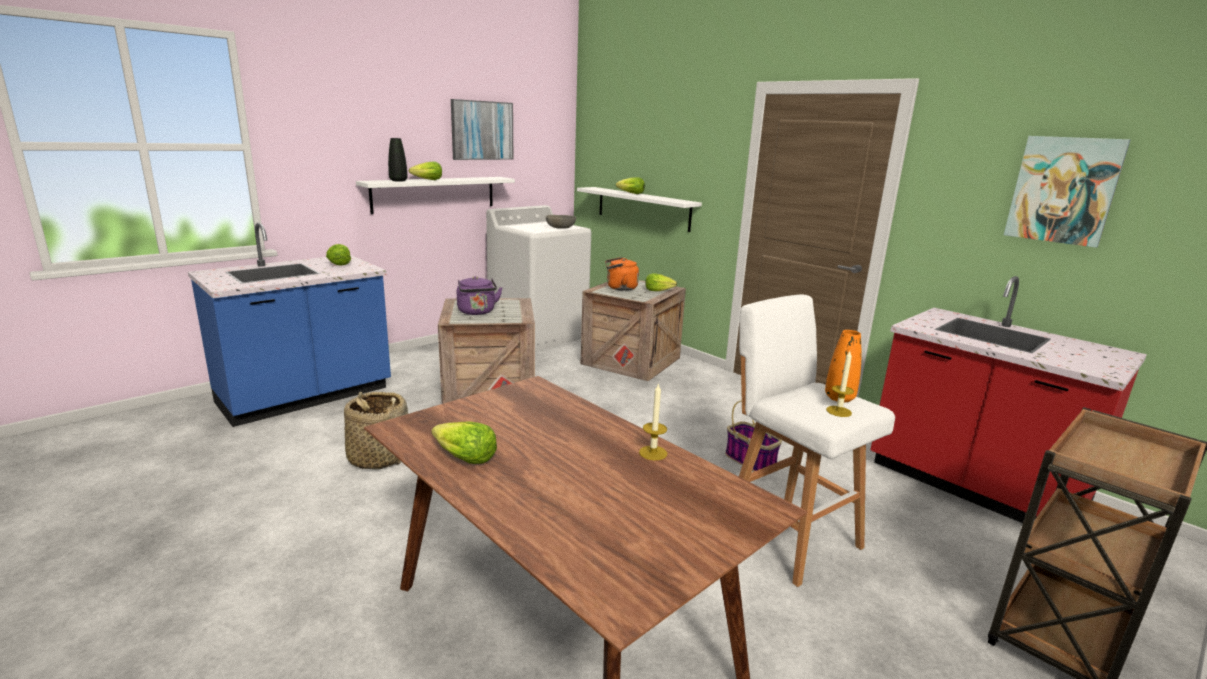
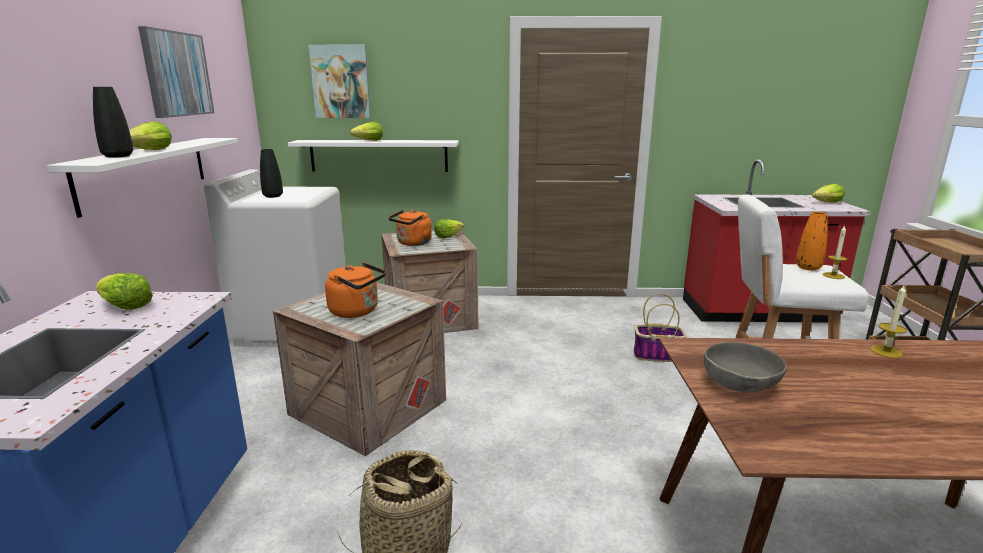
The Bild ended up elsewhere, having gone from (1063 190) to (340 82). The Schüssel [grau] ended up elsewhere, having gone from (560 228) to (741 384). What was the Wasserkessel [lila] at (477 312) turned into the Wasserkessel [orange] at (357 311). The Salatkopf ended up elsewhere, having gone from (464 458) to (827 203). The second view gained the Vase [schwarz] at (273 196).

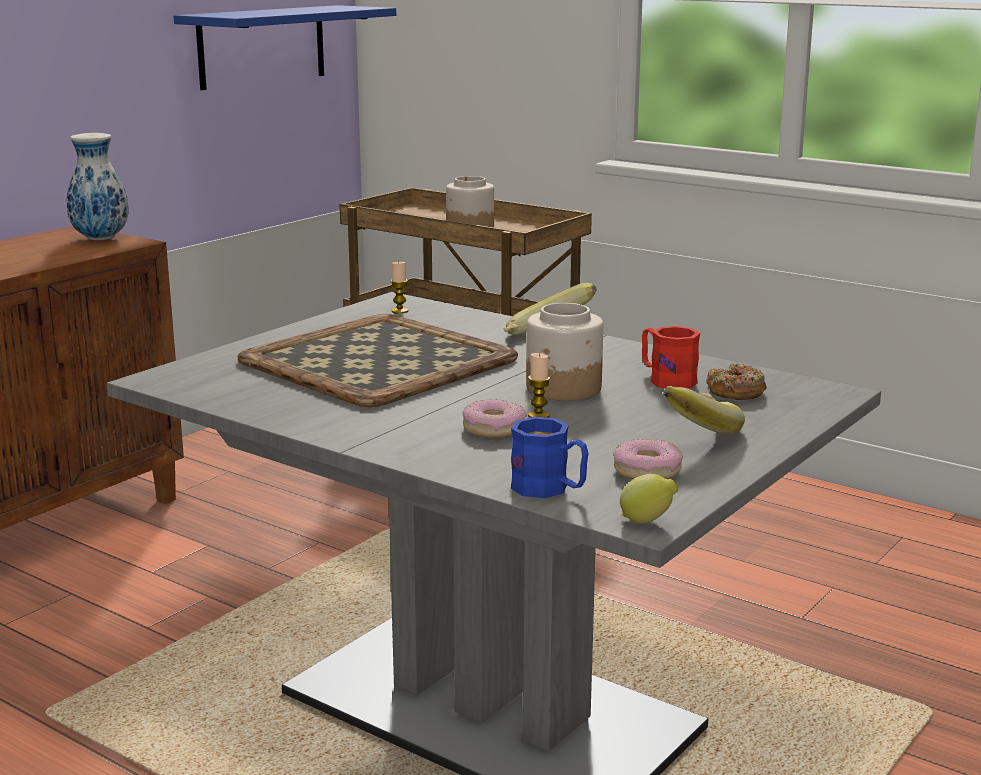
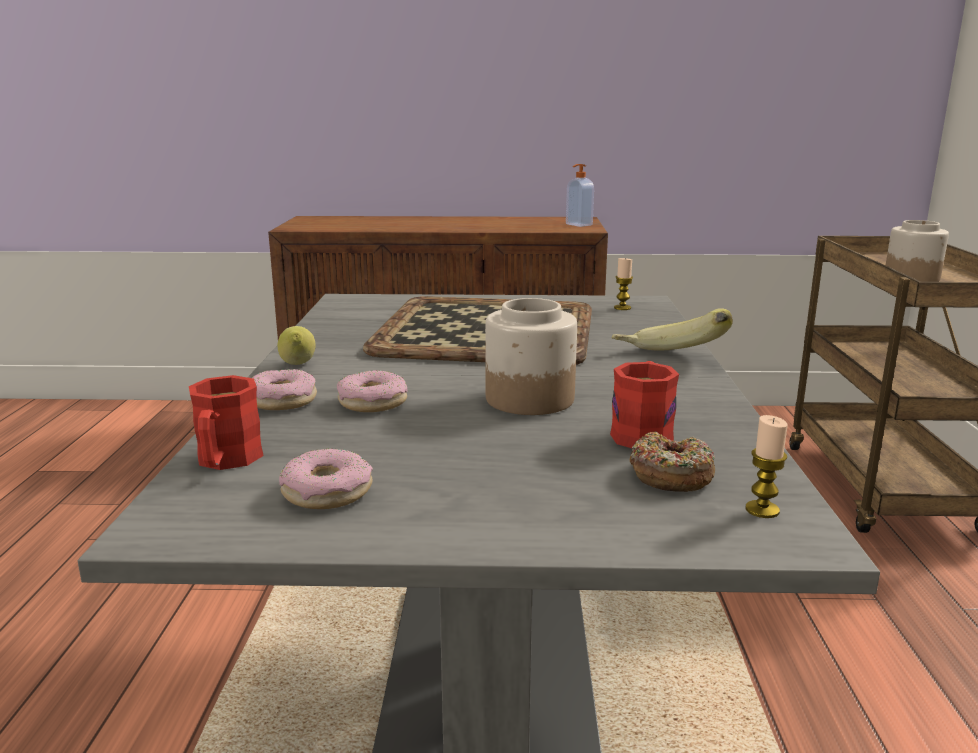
The second view lost the Wandregal [blau] at (262 46). Where the Vase stood at (101 239), the Seifenspender came to stand at (578 225). The Kerze ended up elsewhere, having gone from (538 416) to (762 510). The second view lost the Banane at (697 432). What was the Henkelbecher [blau] at (550 489) turned into the Henkelbecher [rot] at (225 462). The Zitrone ended up elsewhere, having gone from (647 522) to (298 365). The second view gained the Donut at (282 400).

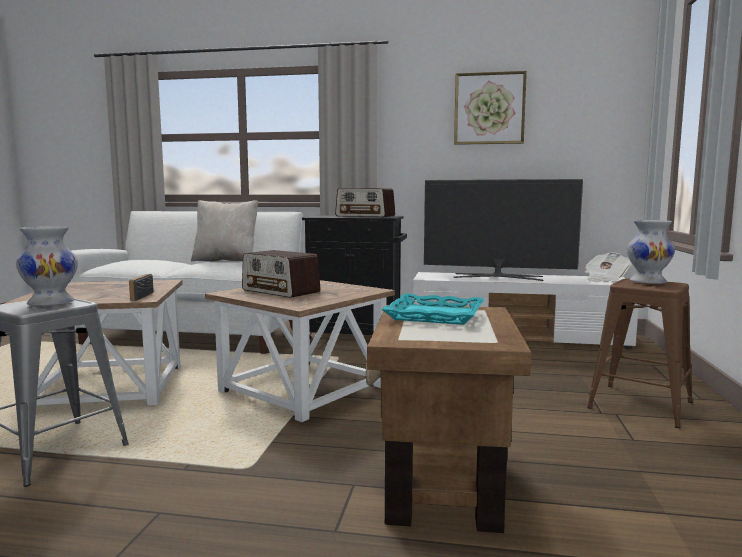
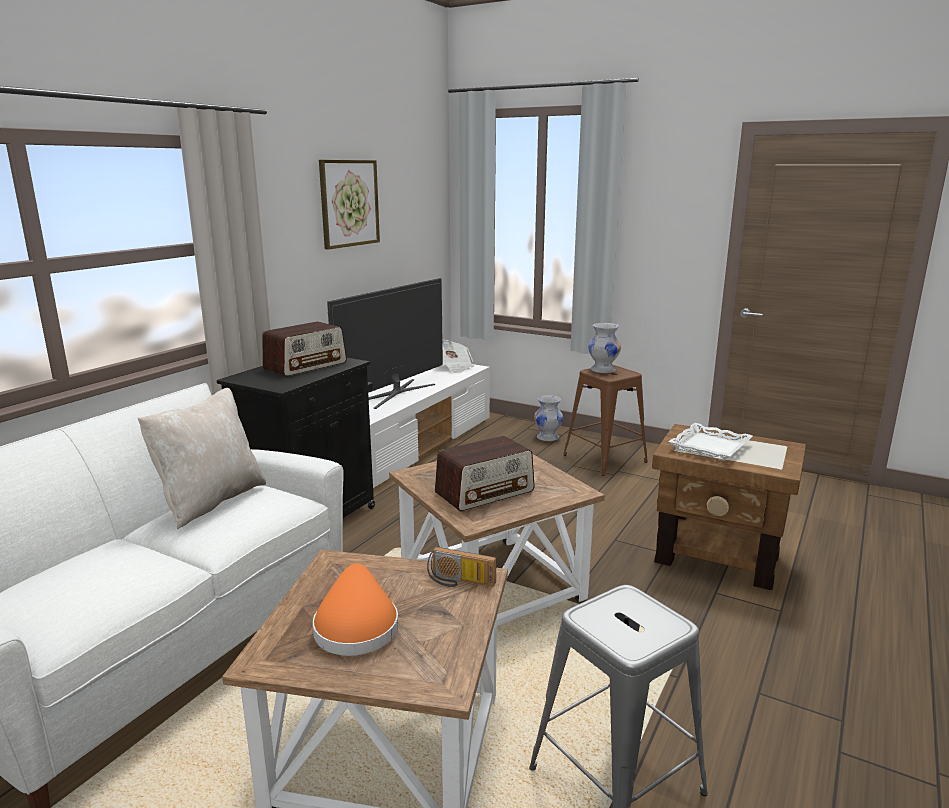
The Vase [weiß] ended up elsewhere, having gone from (50 303) to (548 438). What was the Tablett [türkis] at (434 315) turned into the Tablett [weiß] at (710 447). The second view gained the Hut [orange] at (356 626).

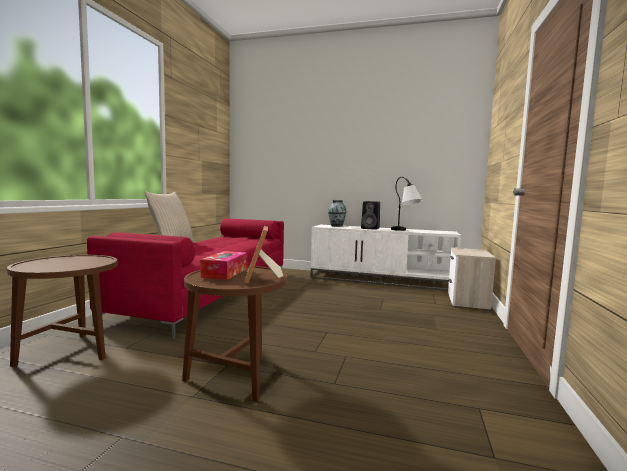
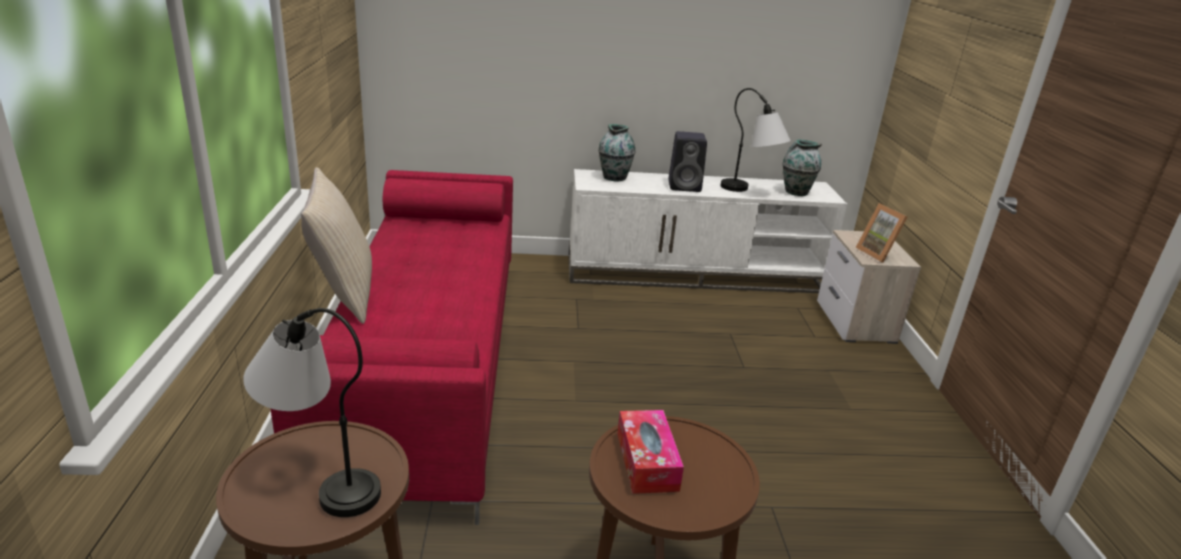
The Bilderrahmen ended up elsewhere, having gone from (261 278) to (878 253). The second view gained the Vase at (795 192). The second view gained the Tischlampe at (321 479).

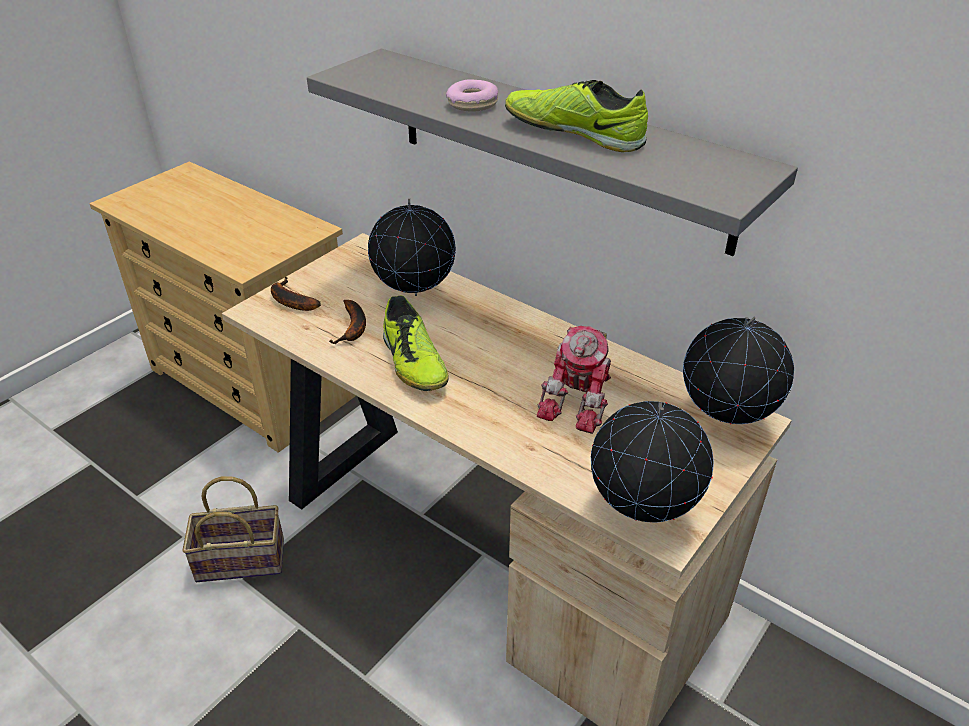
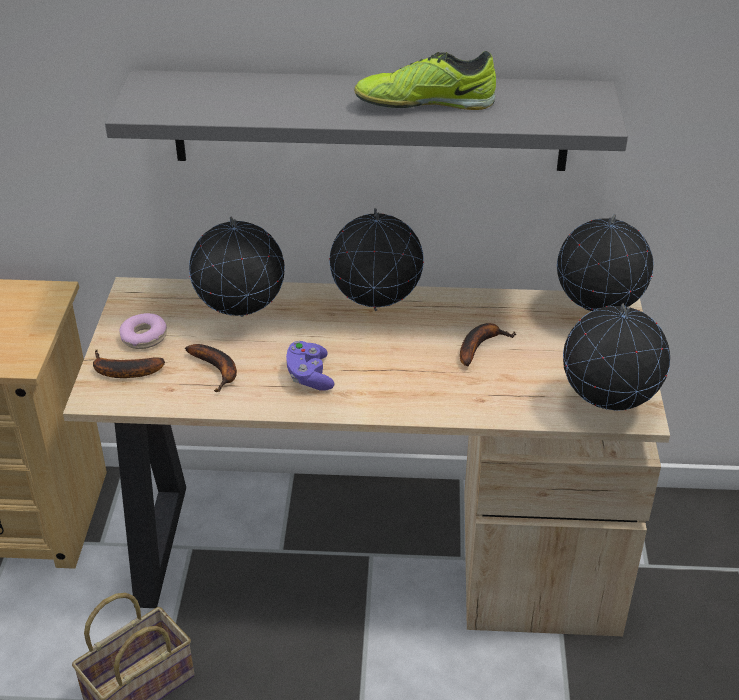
The Donut ended up elsewhere, having gone from (472 104) to (144 337). Where the Schuh stood at (413 362), the Gamepad [lila] came to stand at (309 376). Where the Spielzeugroboter stood at (580 400), the Banane came to stand at (480 346). The second view gained the Globus at (376 308).

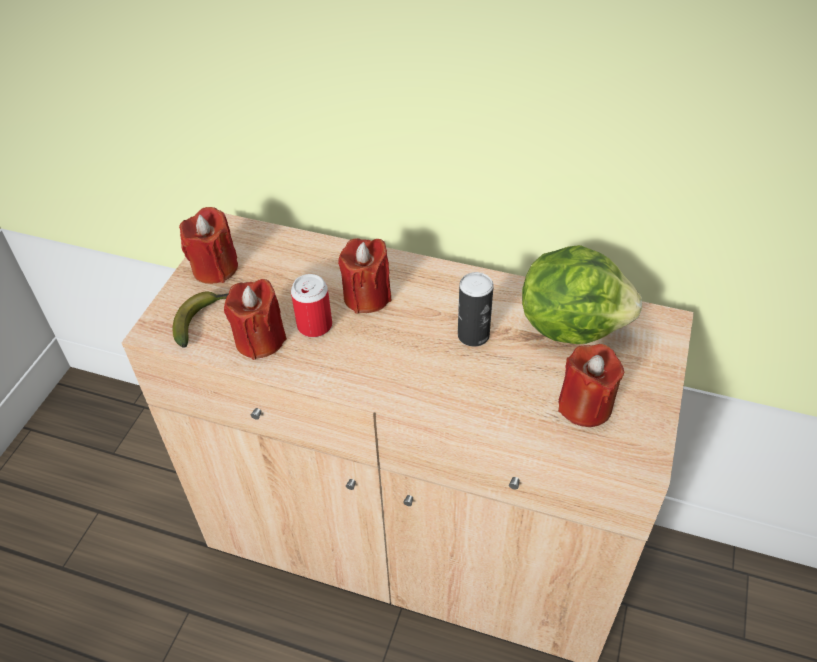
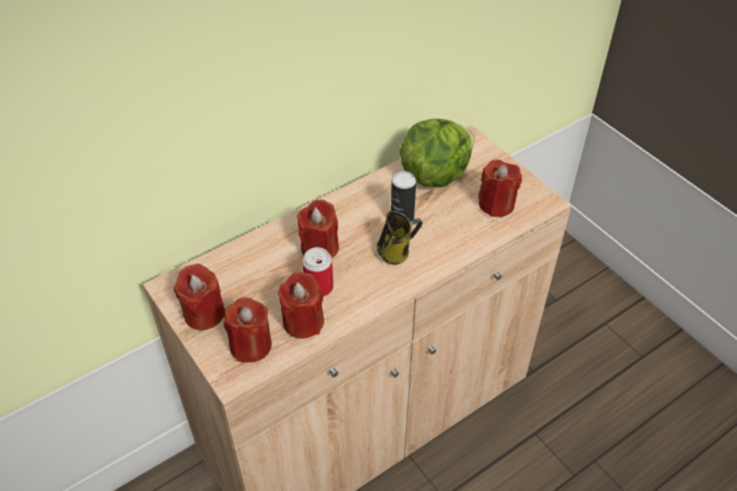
Where the Banane stood at (202 320), the Kerze [rot] came to stand at (251 345). The second view gained the Henkelbecher at (396 252).

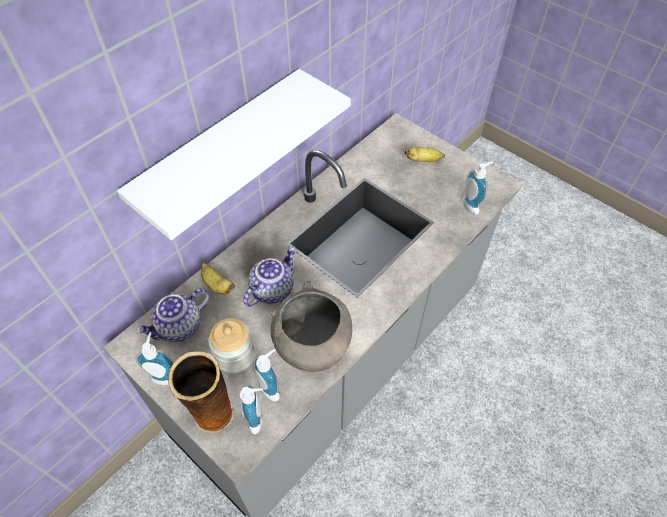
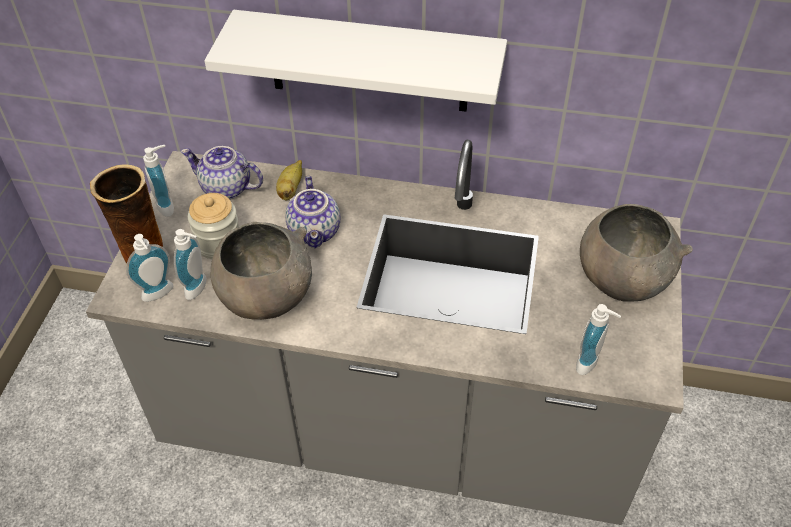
Where the Banane stood at (423 160), the Schüssel [grau] came to stand at (621 280). The Teekanne at (271 289) ended up facing another way, 75 degrees clockwise from before.

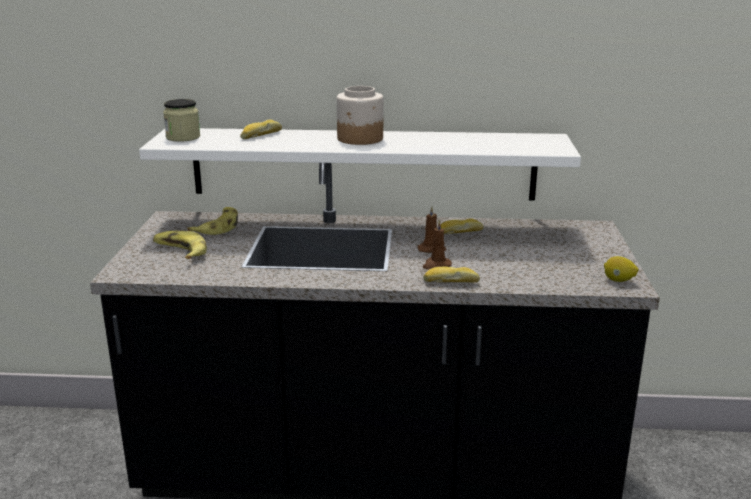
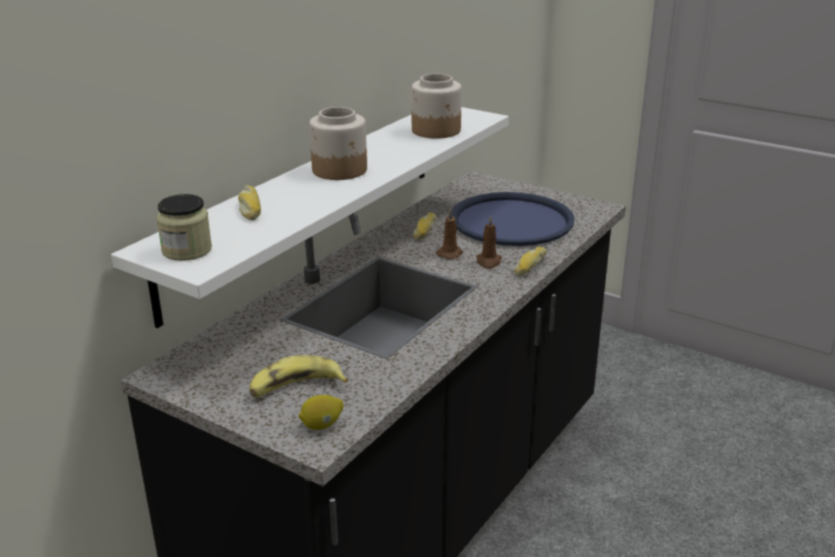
The second view lost the Banane at (218 227). The Zitrone ended up elsewhere, having gone from (618 280) to (322 425). The second view gained the Vorratsglas at (436 130). The second view gained the Tablett [blau] at (511 221).

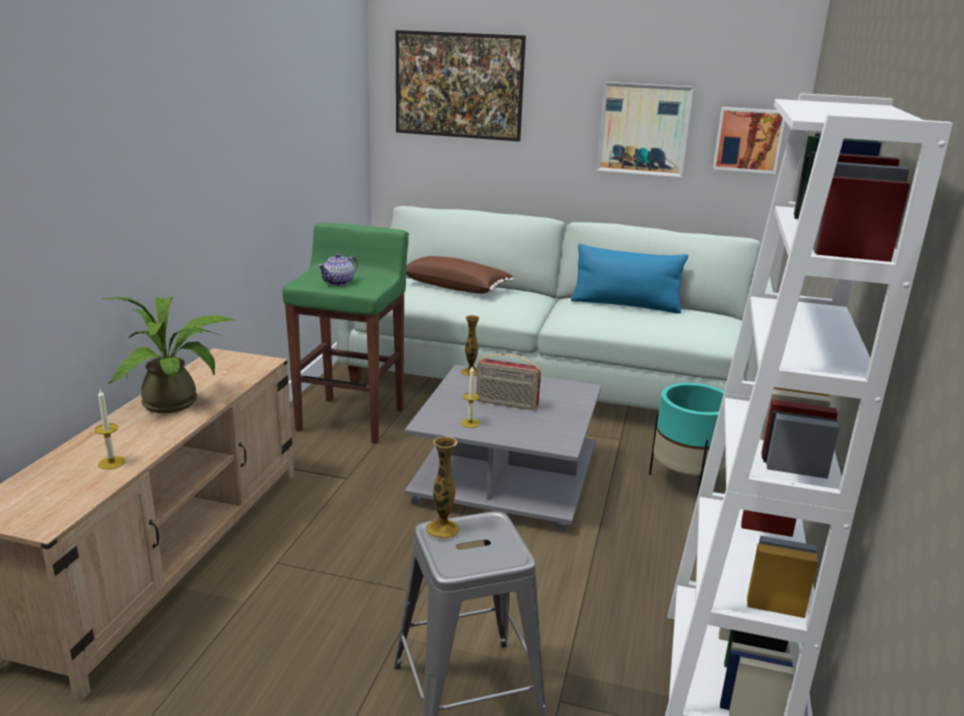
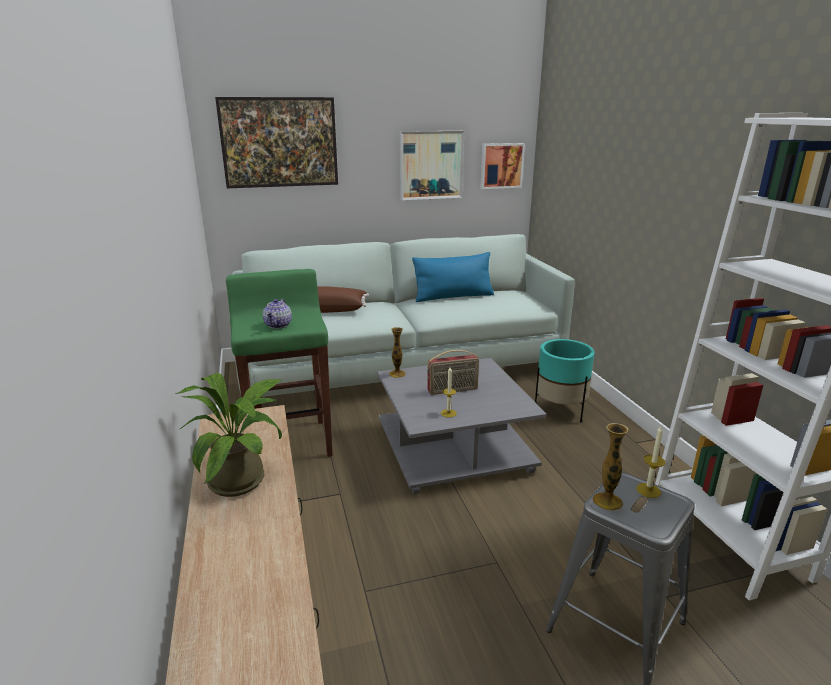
The Kerze ended up elsewhere, having gone from (111 462) to (648 490).

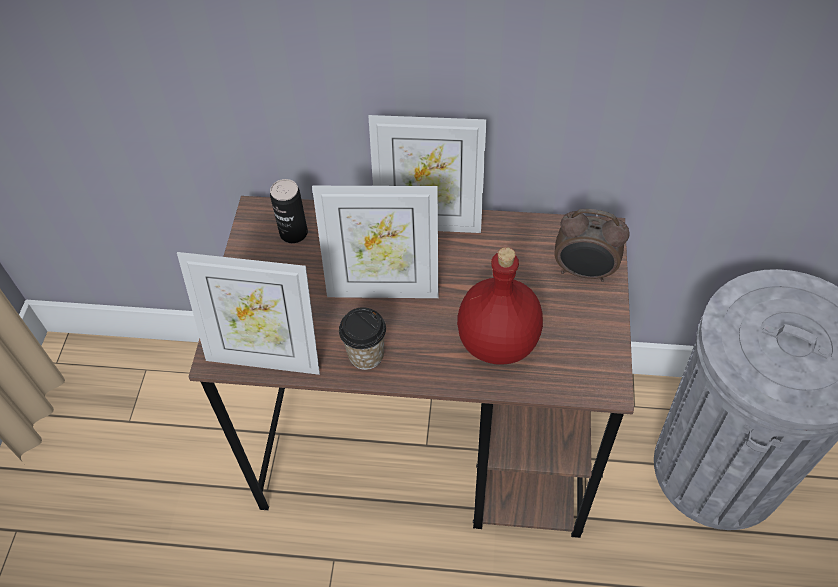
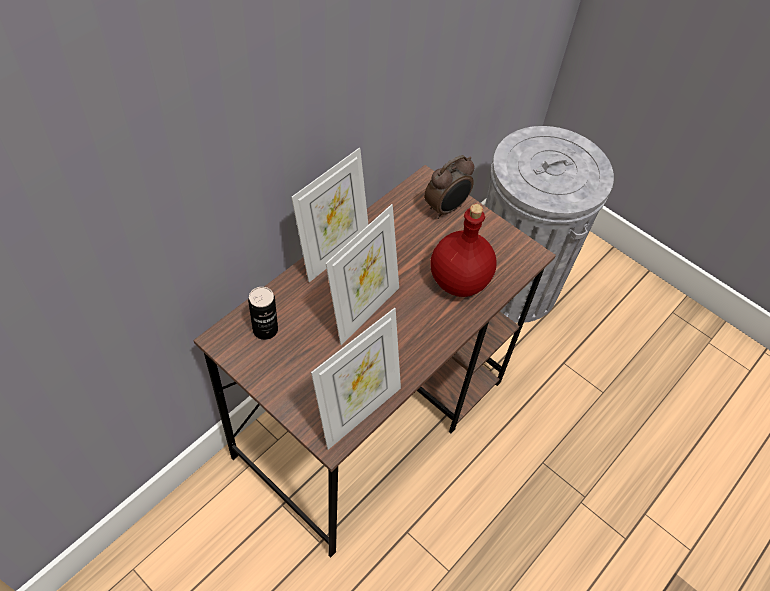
The second view lost the Tasse at (366 355).

